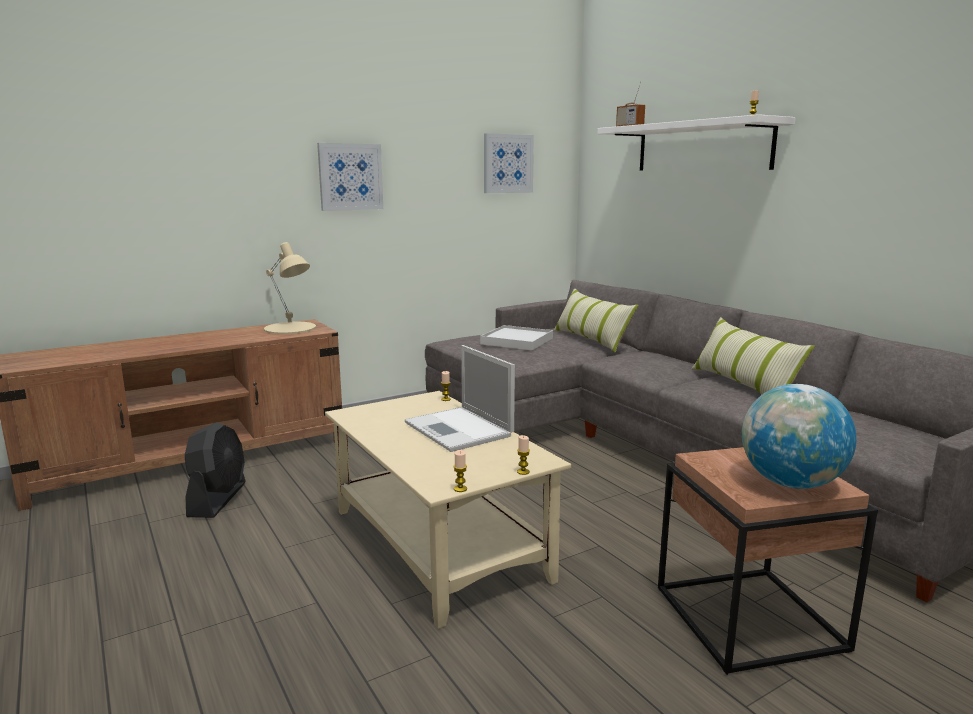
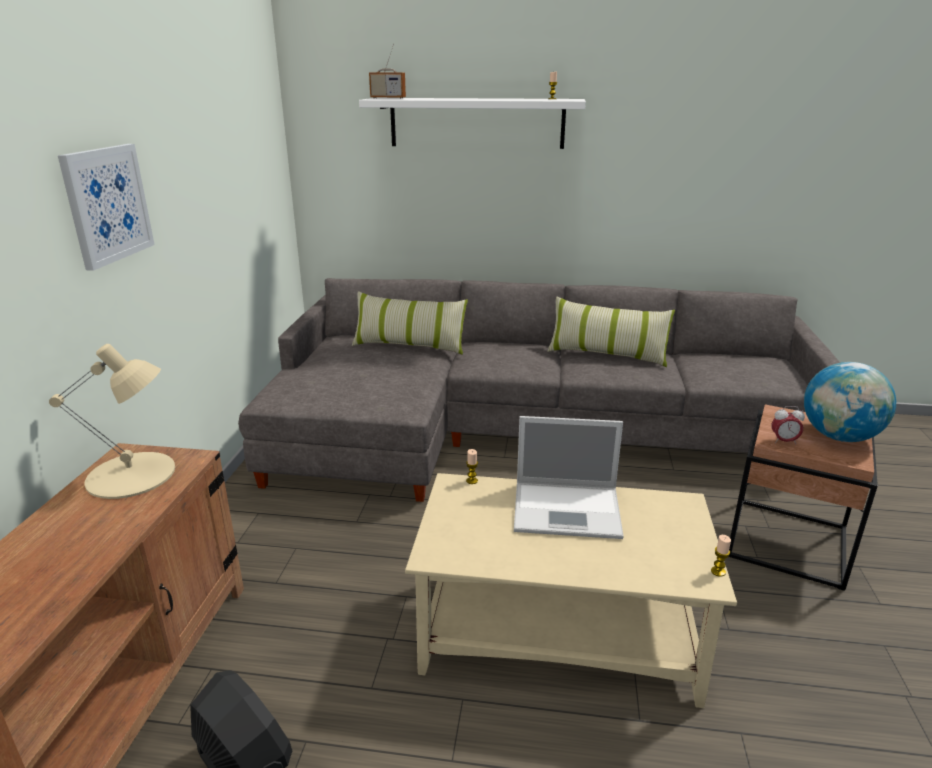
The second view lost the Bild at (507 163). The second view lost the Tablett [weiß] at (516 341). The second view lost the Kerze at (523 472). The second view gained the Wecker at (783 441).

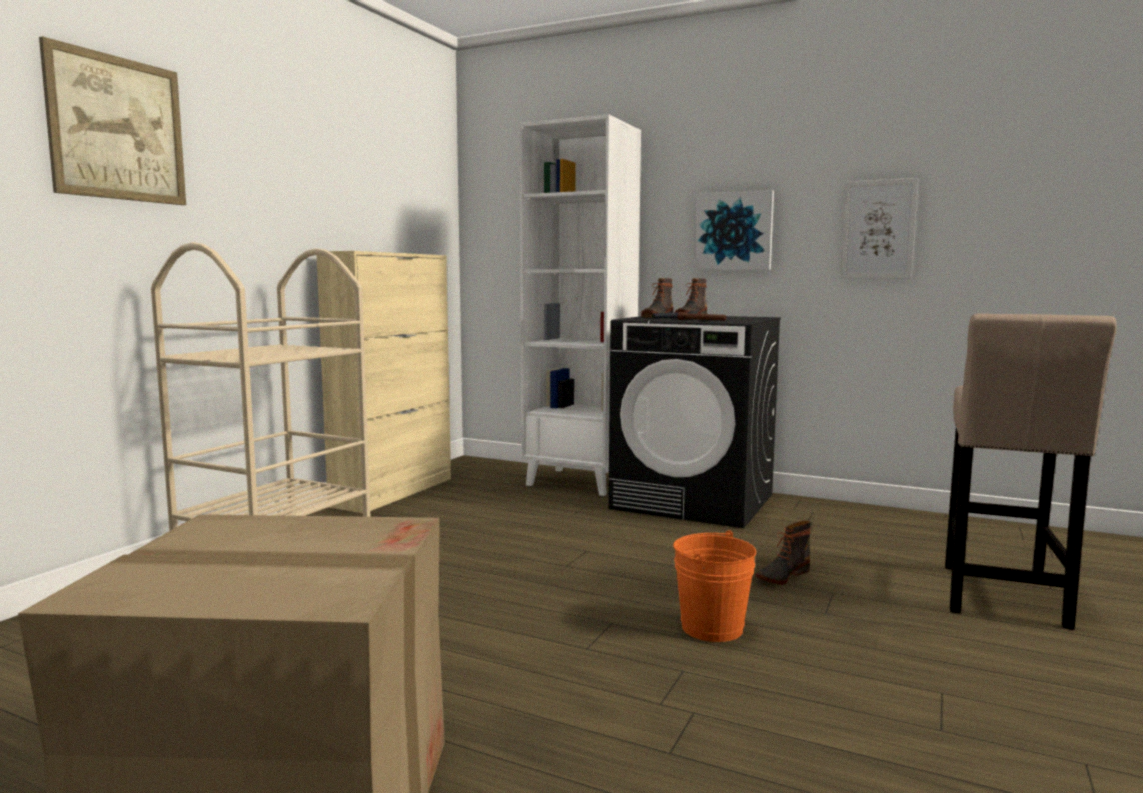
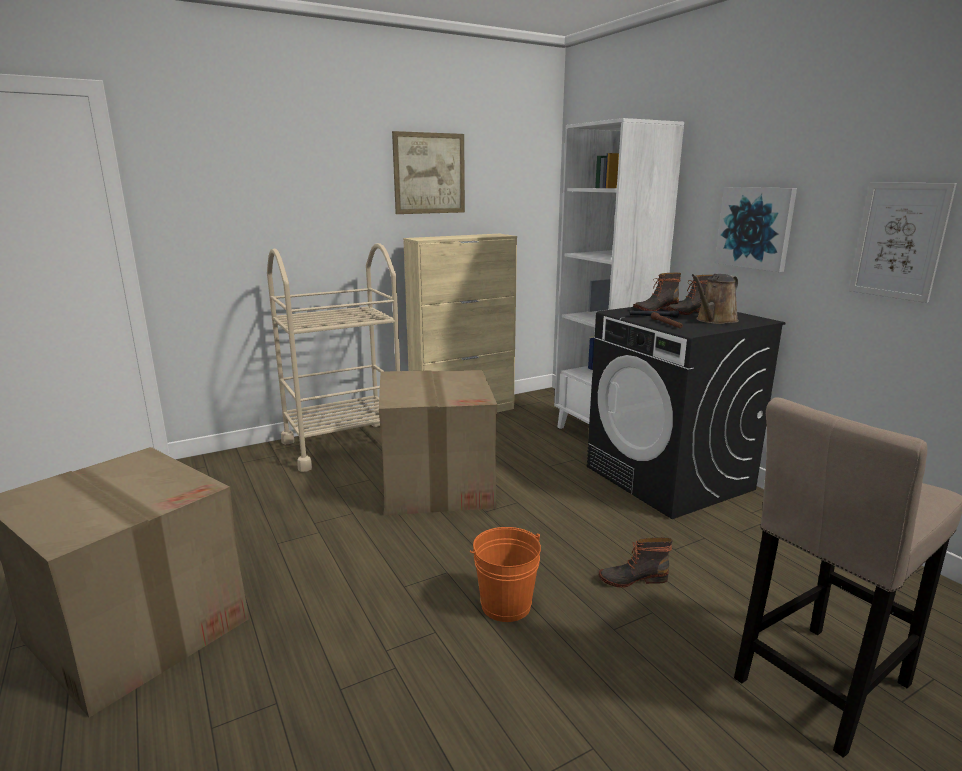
The Bild ended up elsewhere, having gone from (117 128) to (429 173). The second view gained the Gießkanne [braun] at (714 320). The second view gained the Karton at (437 484).

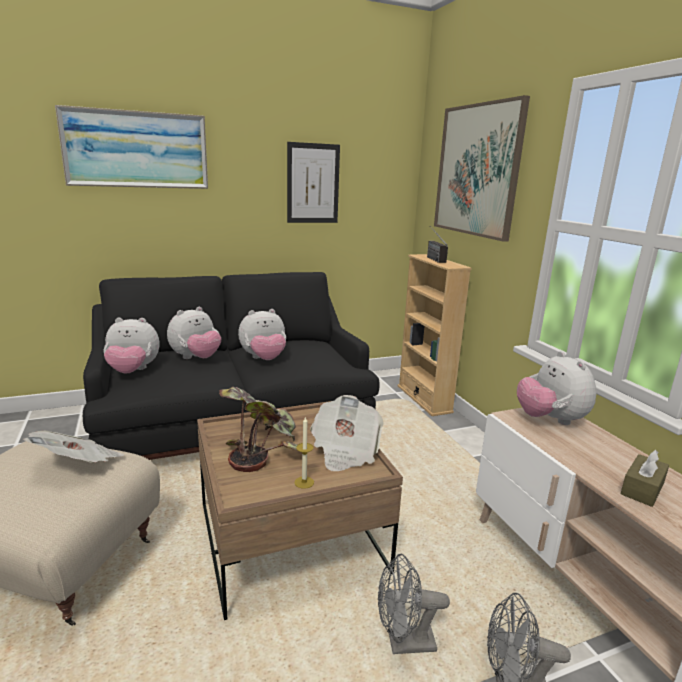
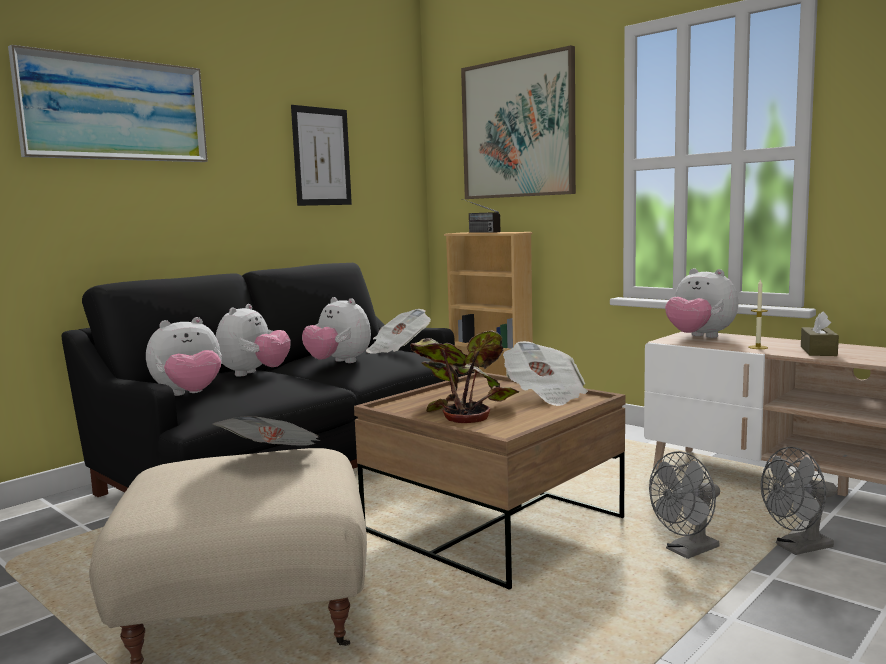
The Plüschtier at (264 359) ended up facing another way, 90 degrees clockwise from before. The Kerze ended up elsewhere, having gone from (304 482) to (758 347). The second view gained the Zeitung at (398 349).

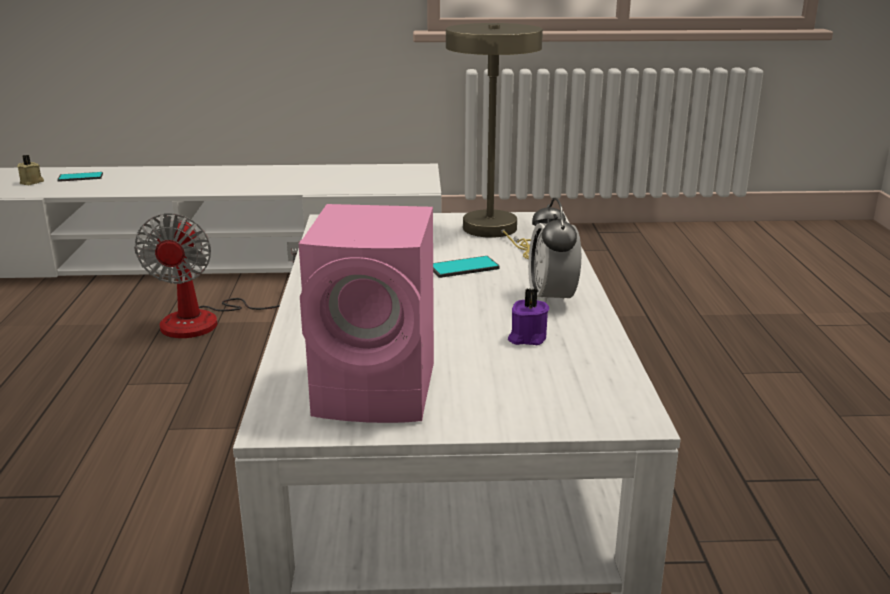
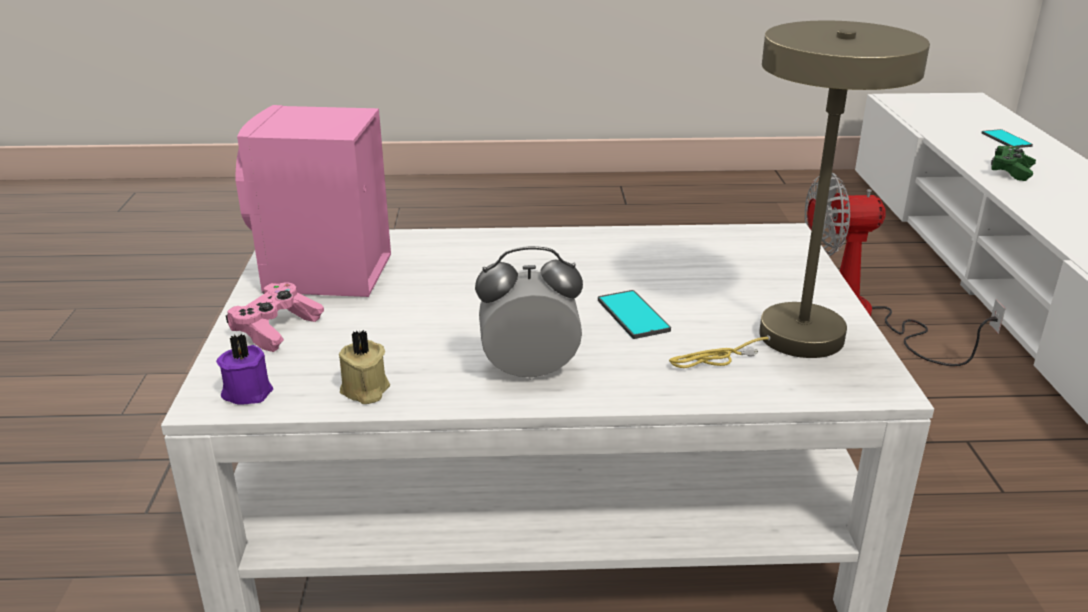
The Kerze [beige] ended up elsewhere, having gone from (32 182) to (365 391). The Kerze [lila] ended up elsewhere, having gone from (526 338) to (247 391). The second view gained the Gamepad [grün] at (1011 171). The second view gained the Gamepad [rosa] at (276 329).

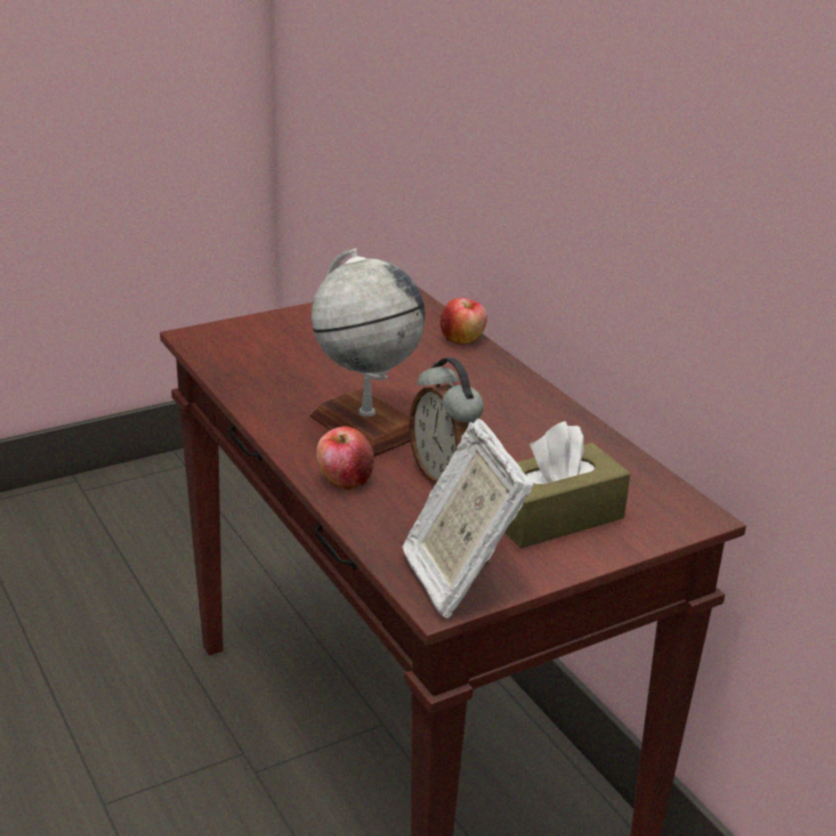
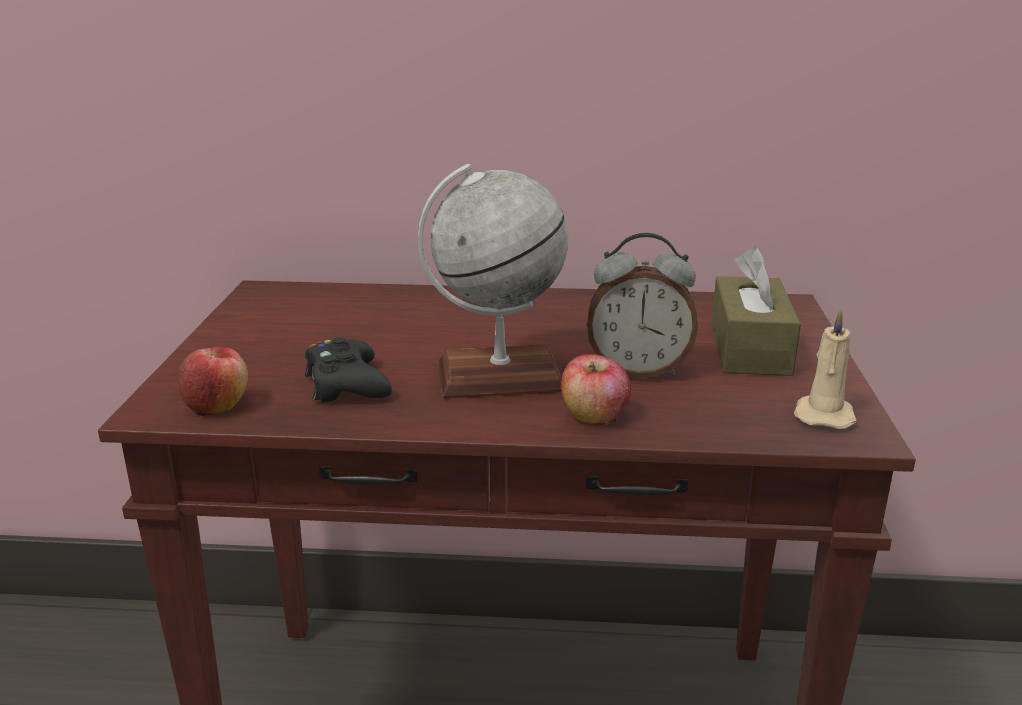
The Apfel ended up elsewhere, having gone from (462 338) to (217 405). Where the Bilderrahmen stood at (458 577), the Kerze [beige] came to stand at (823 414). The second view gained the Gamepad [schwarz] at (346 385).

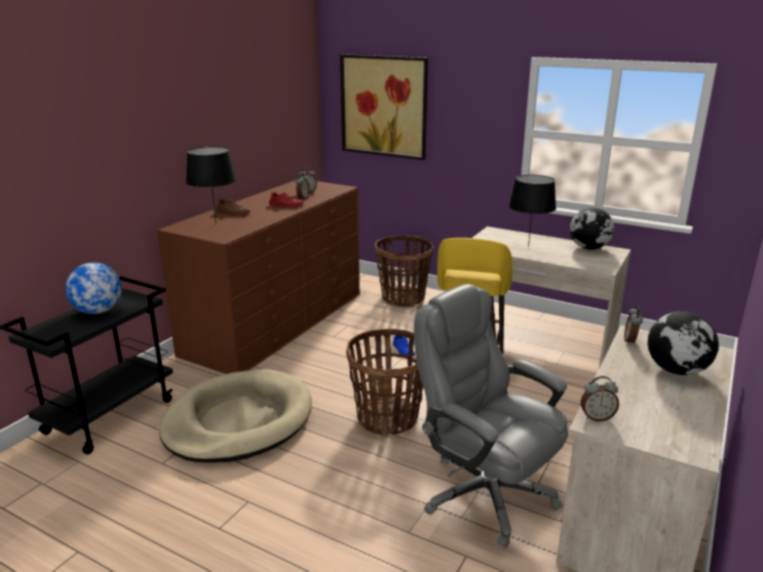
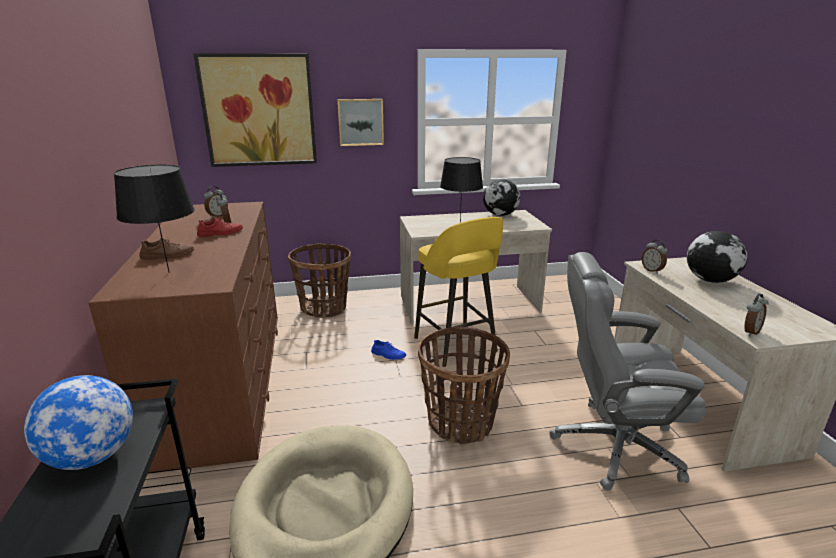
The second view gained the Bild at (360 122).

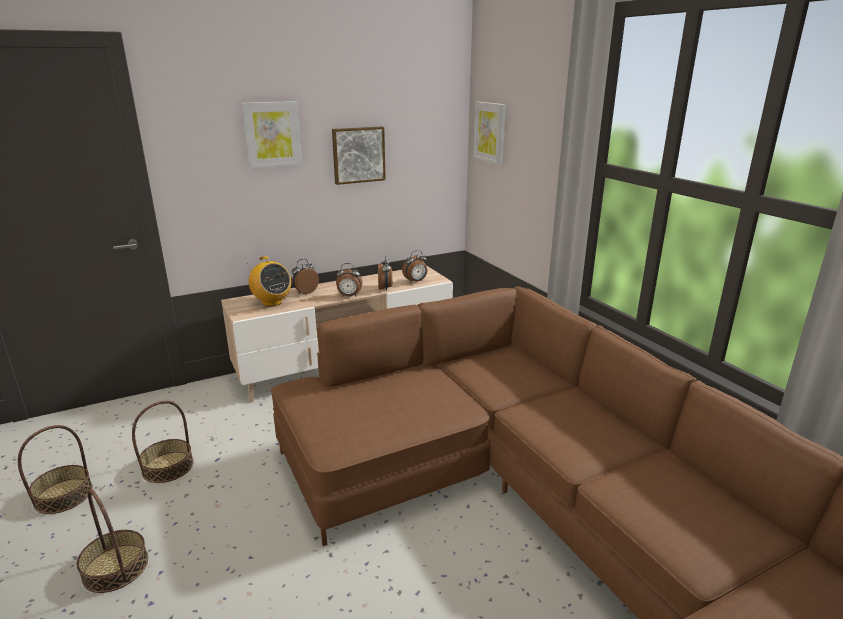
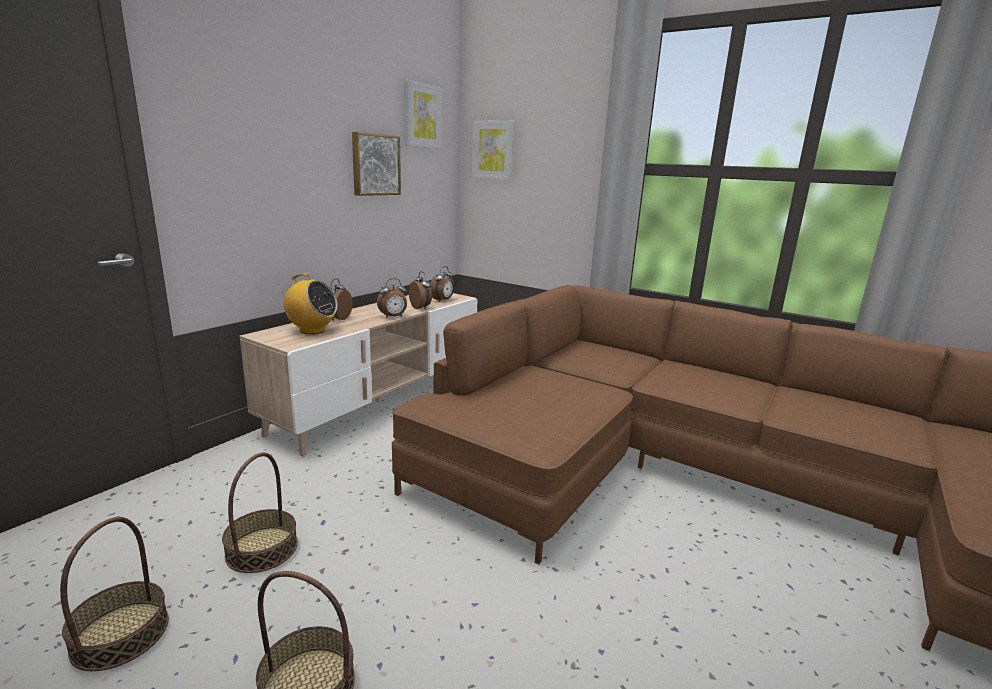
The Bild ended up elsewhere, having gone from (272 134) to (422 116).

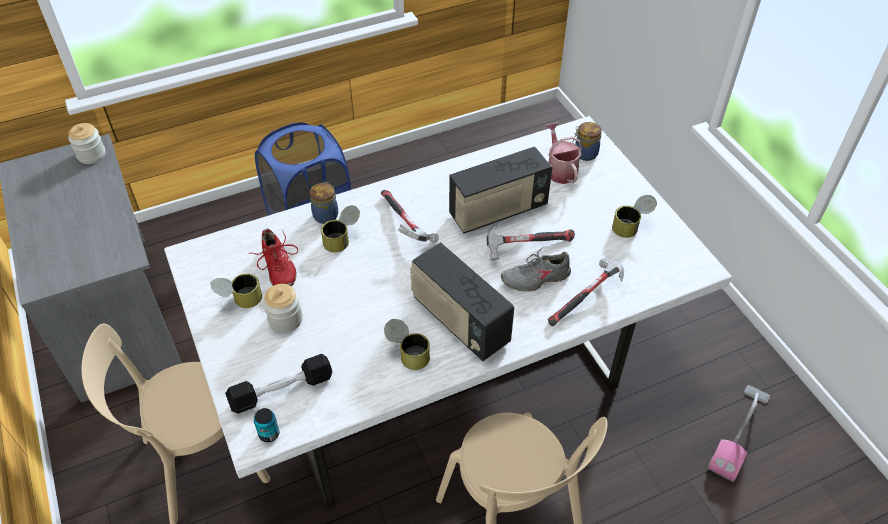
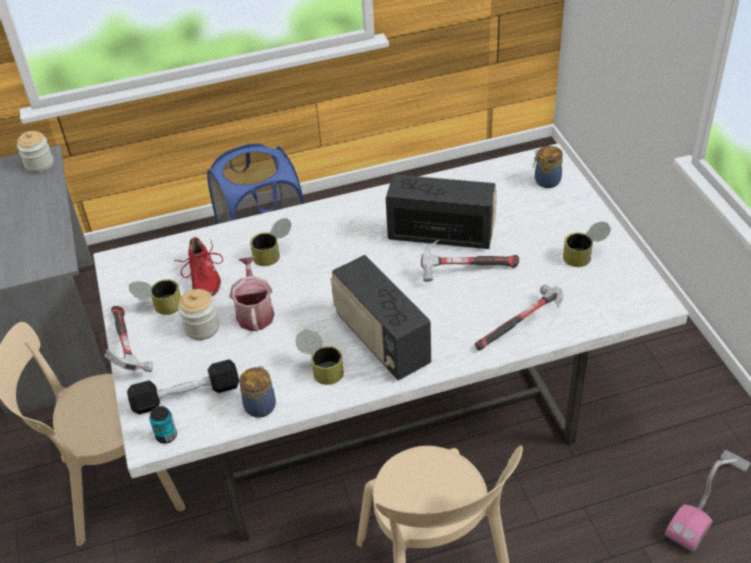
The Gießkanne ended up elsewhere, having gone from (560 169) to (255 312). The Radio at (498 211) ended up facing another way, 150 degrees counterclockwise from before. The Vorratsglas ended up elsewhere, having gone from (326 215) to (261 405). The Hammer ended up elsewhere, having gone from (405 225) to (127 349). The second view lost the Schuh [grau] at (535 278).

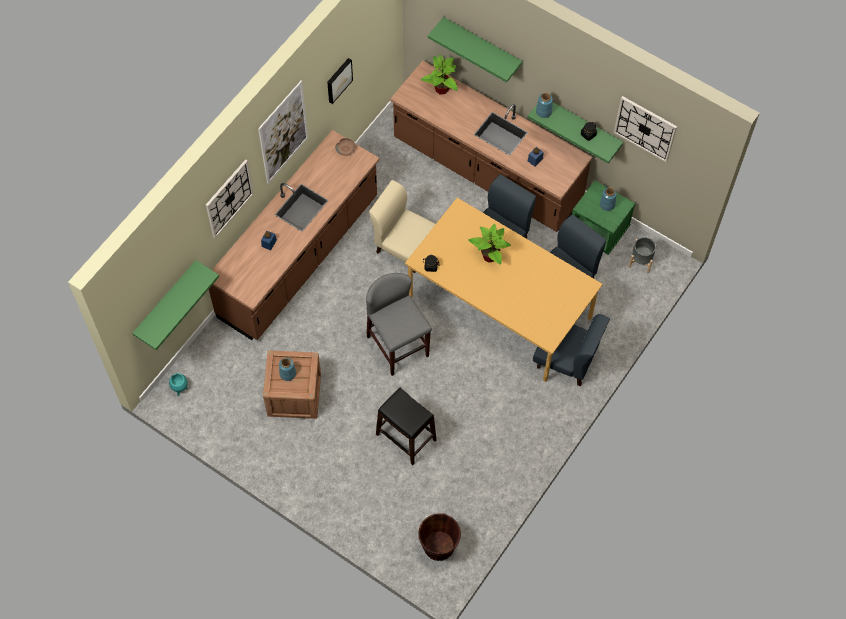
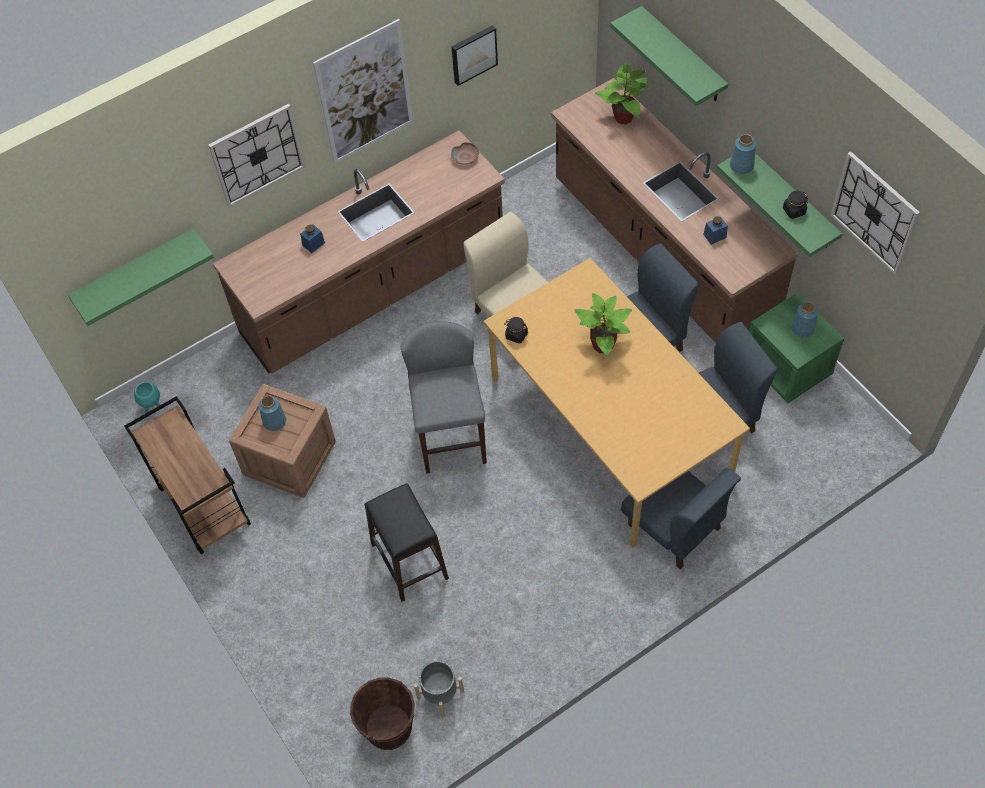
The Pflanzkübel [grau] ended up elsewhere, having gone from (641 261) to (440 694). The second view gained the Rollwagen [braun] at (203 506).

